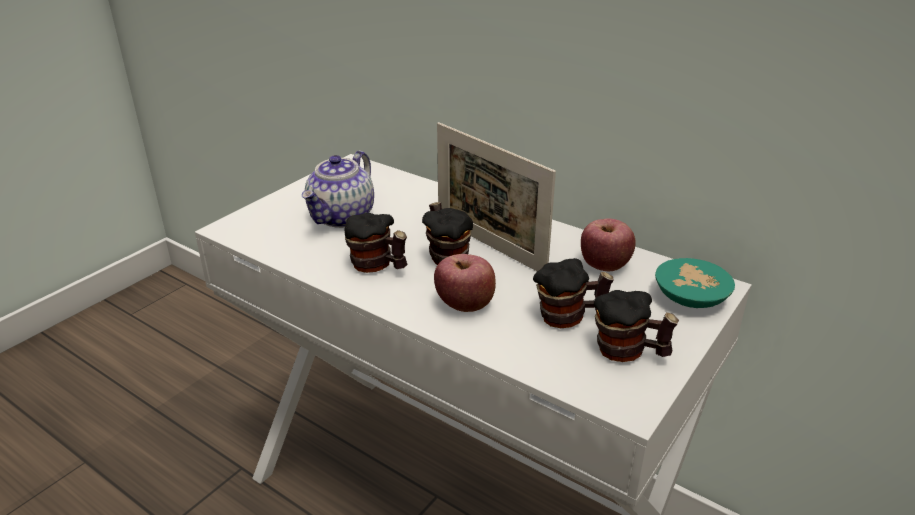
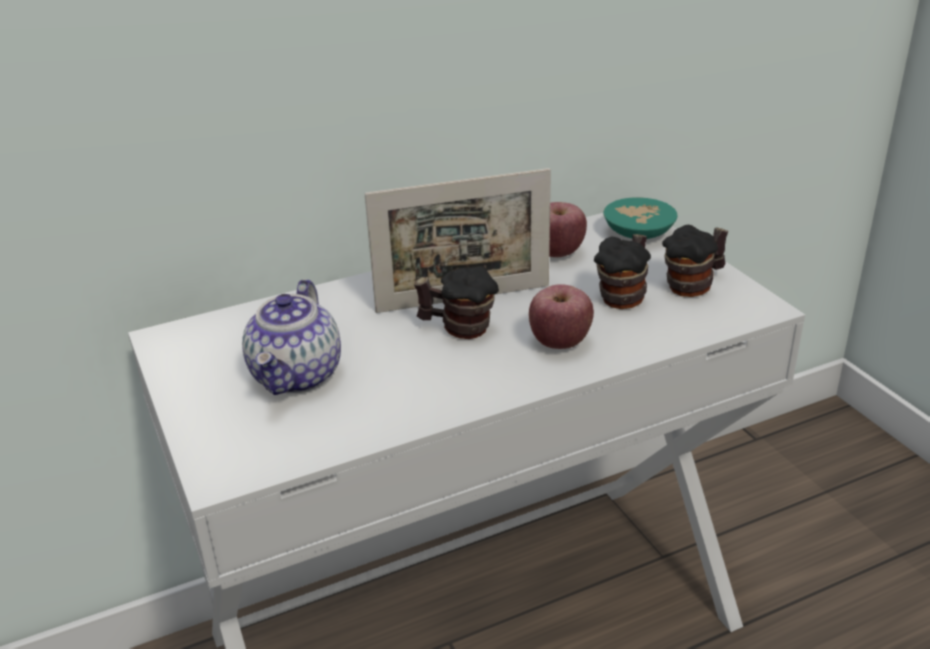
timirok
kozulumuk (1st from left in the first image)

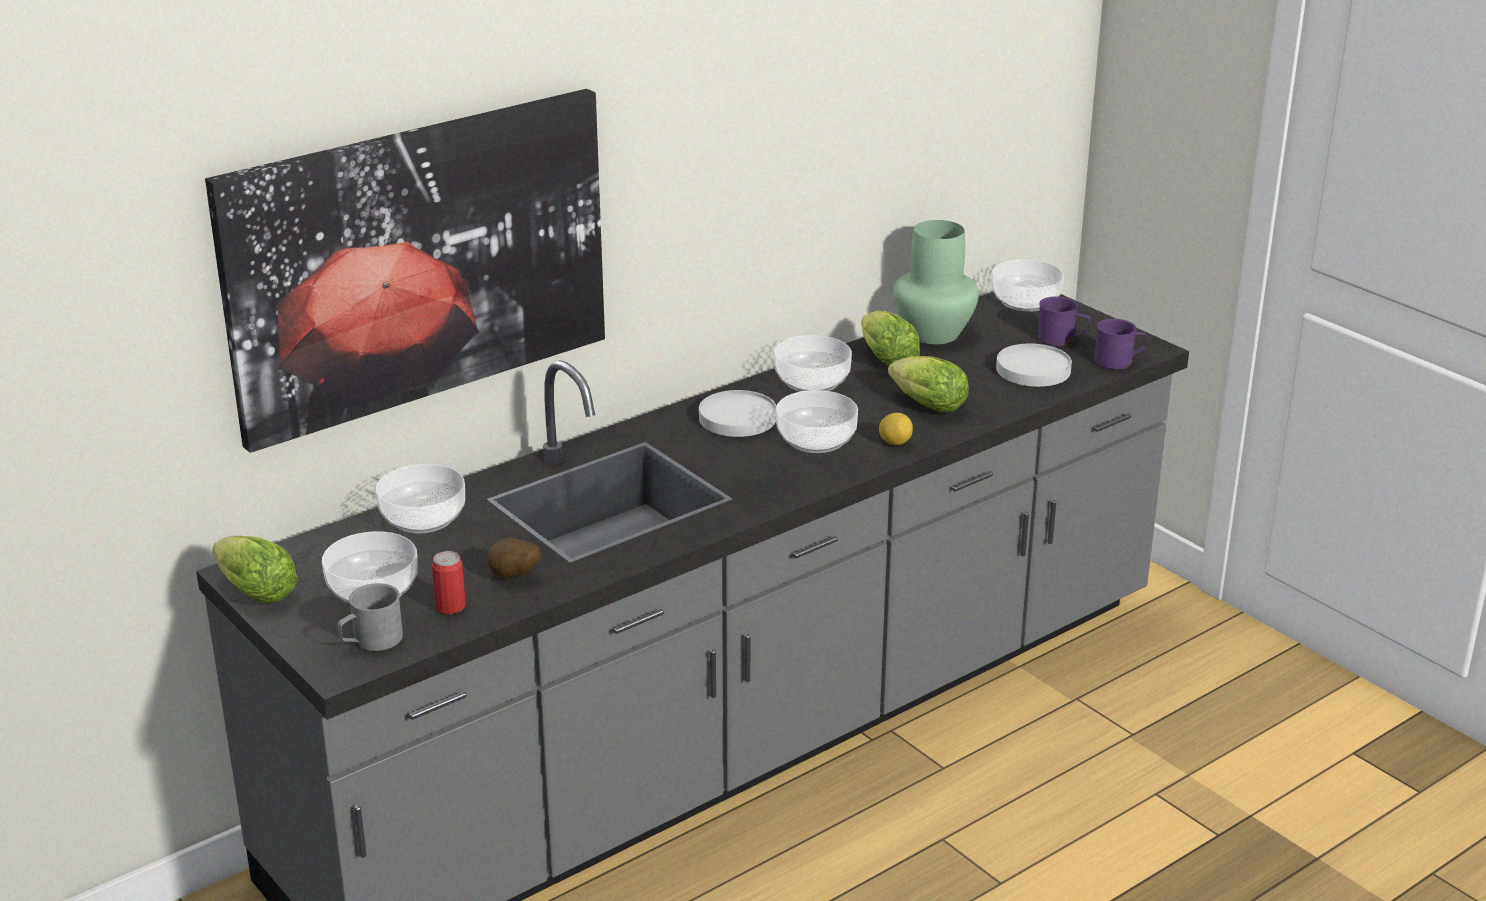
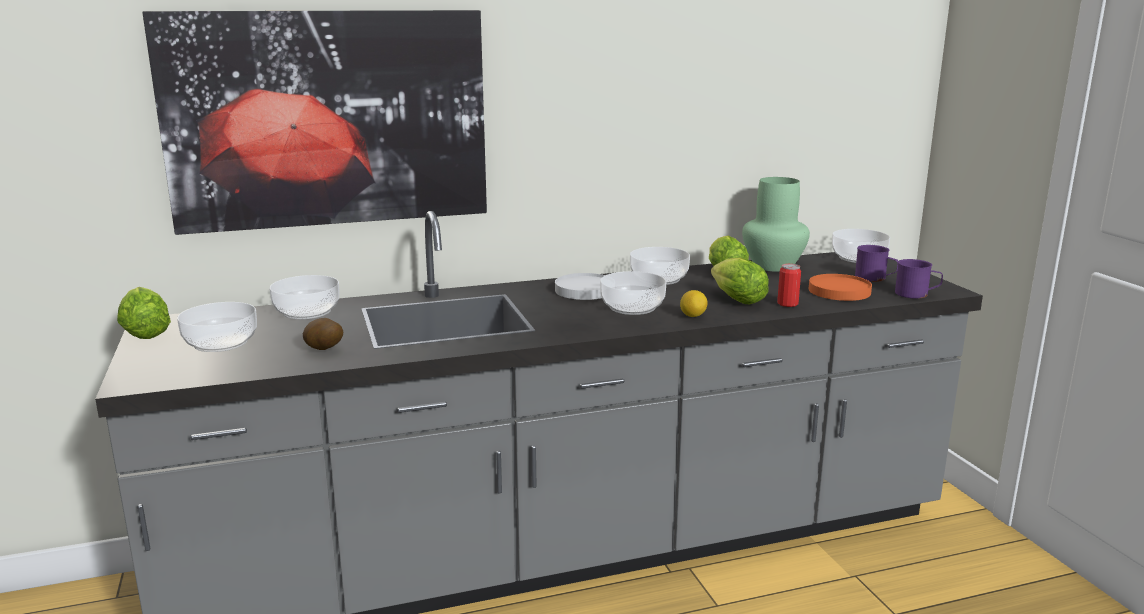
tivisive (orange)
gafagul
kozulumuk (grey)

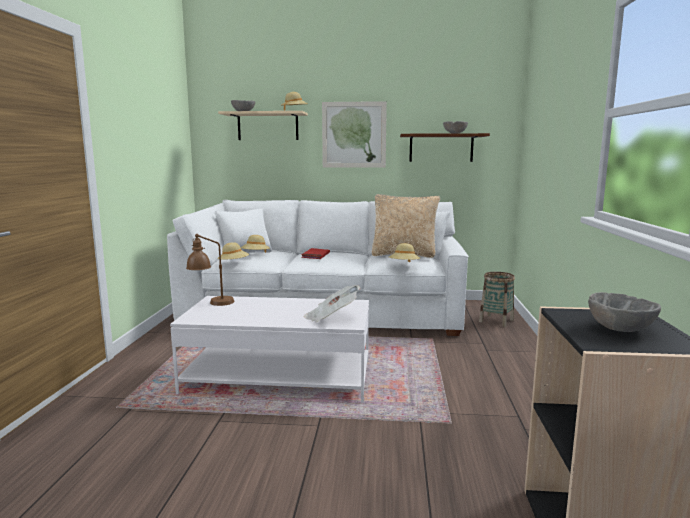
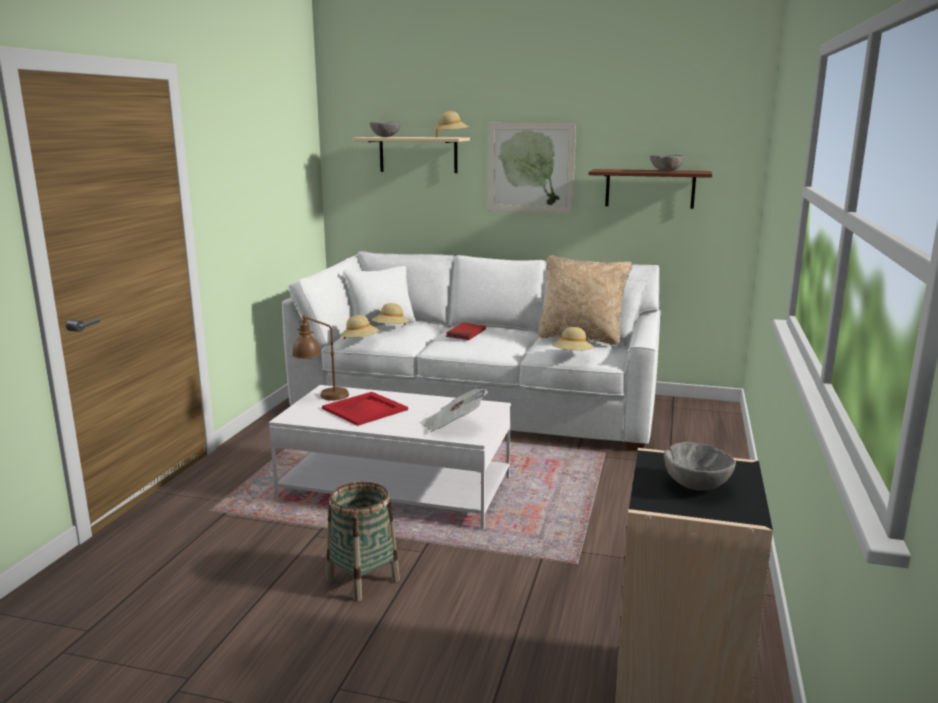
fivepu
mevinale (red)

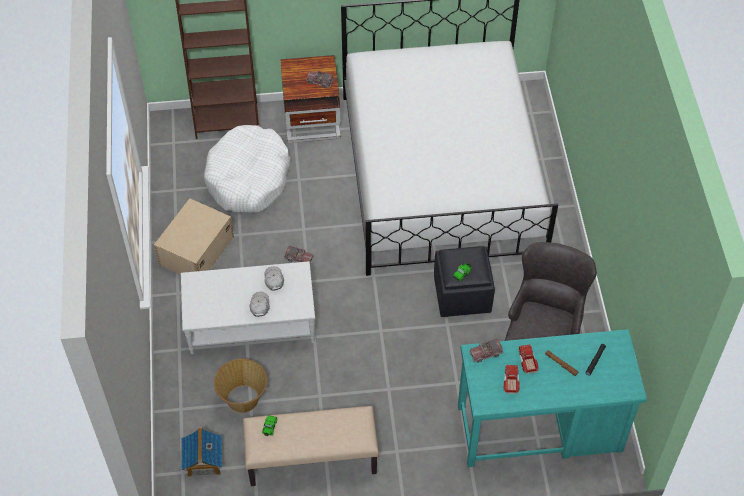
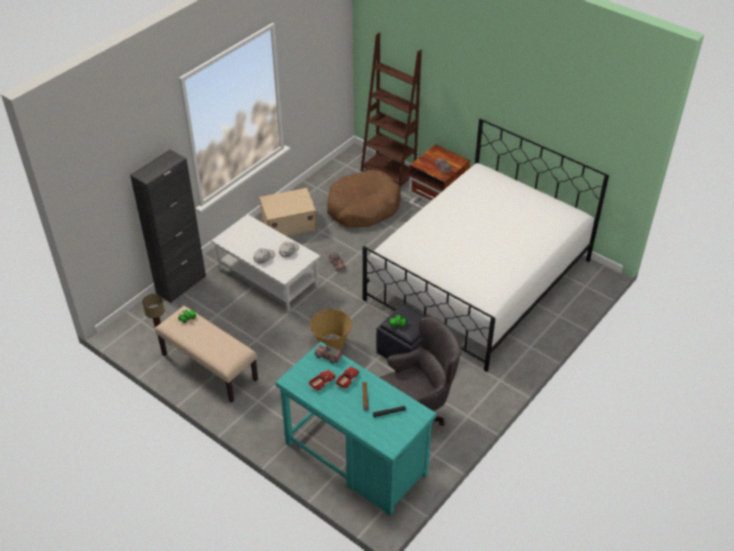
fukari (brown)
fivepu
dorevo
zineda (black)

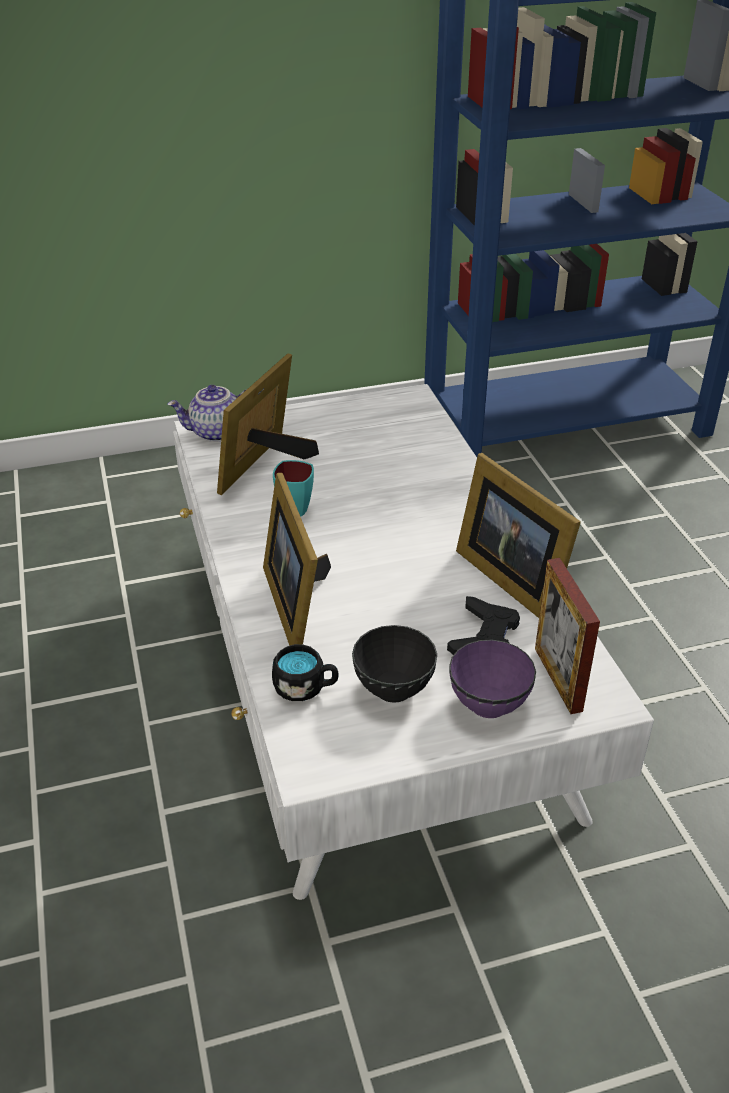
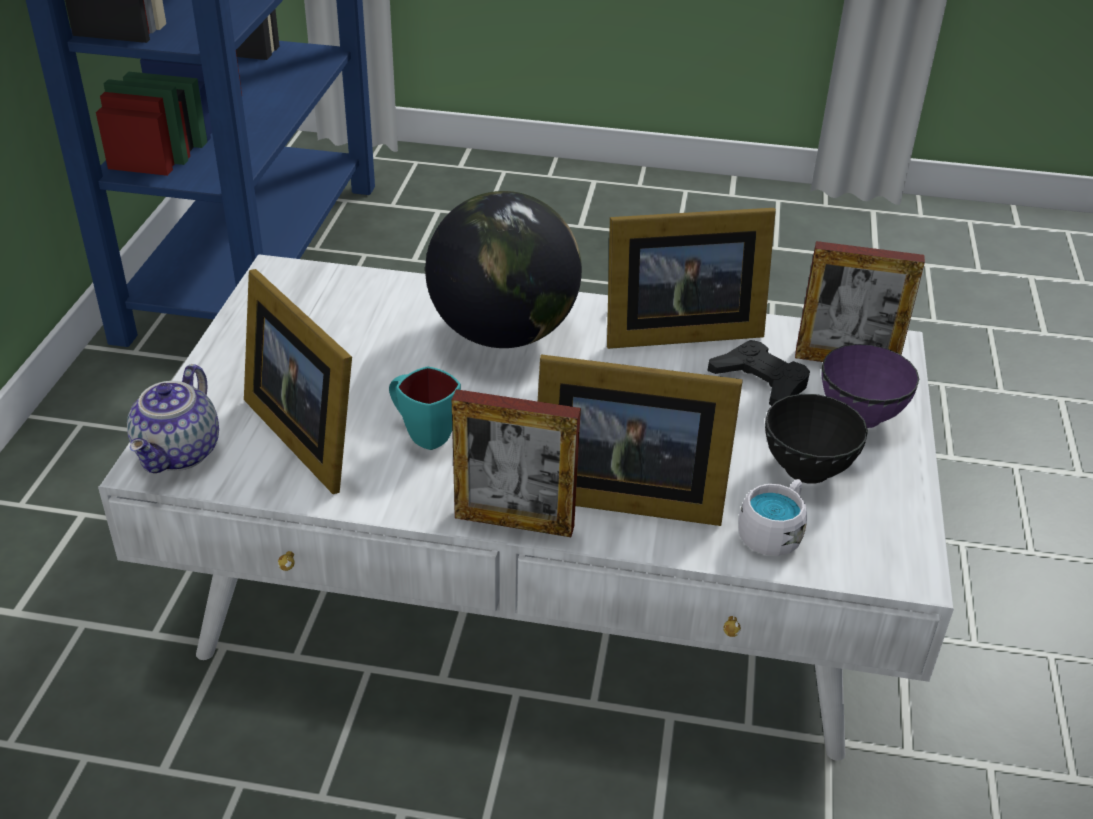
kozulumuk (white)
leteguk
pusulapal (2nd from left)

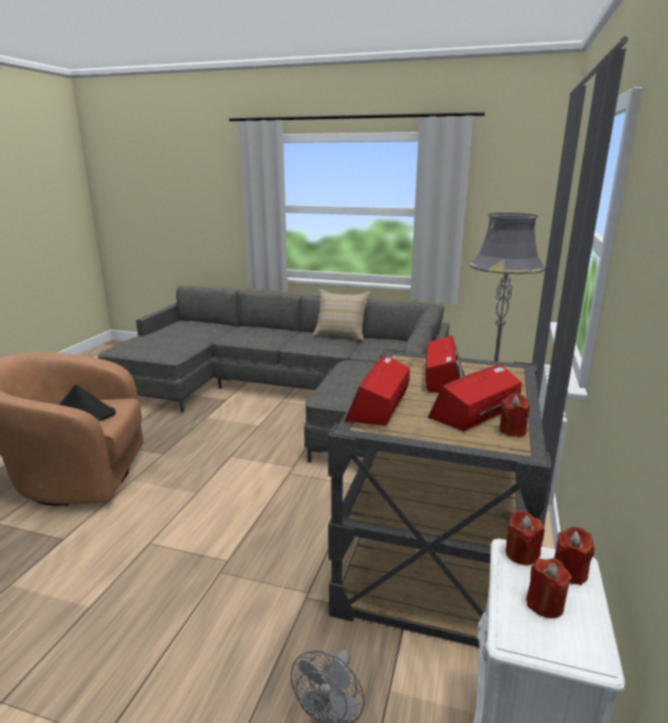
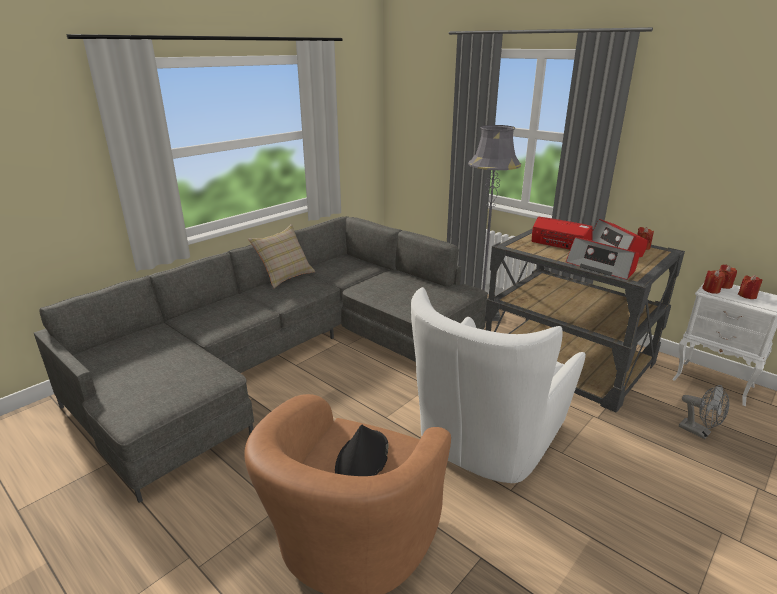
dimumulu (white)

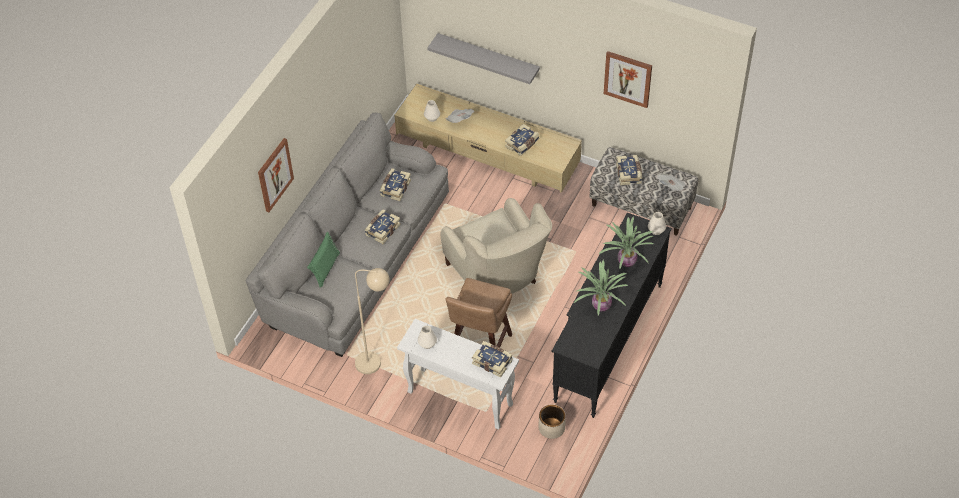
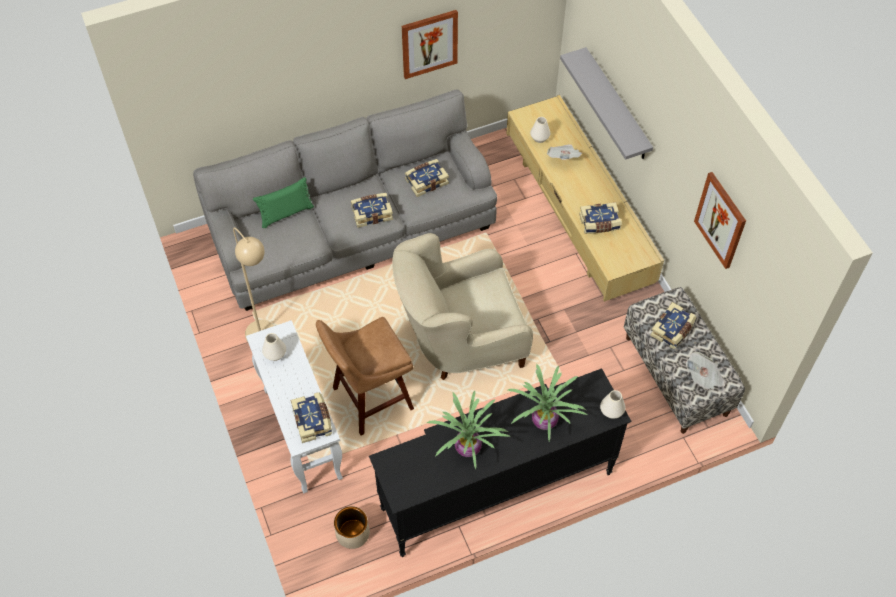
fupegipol (1st from left)
dimumulu (beige)

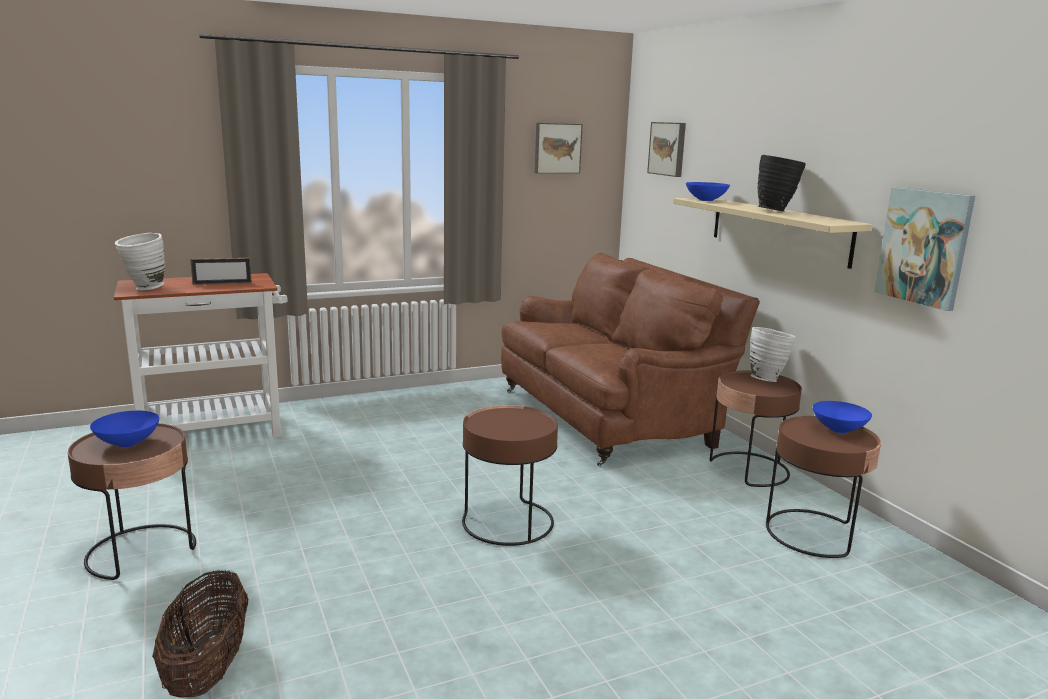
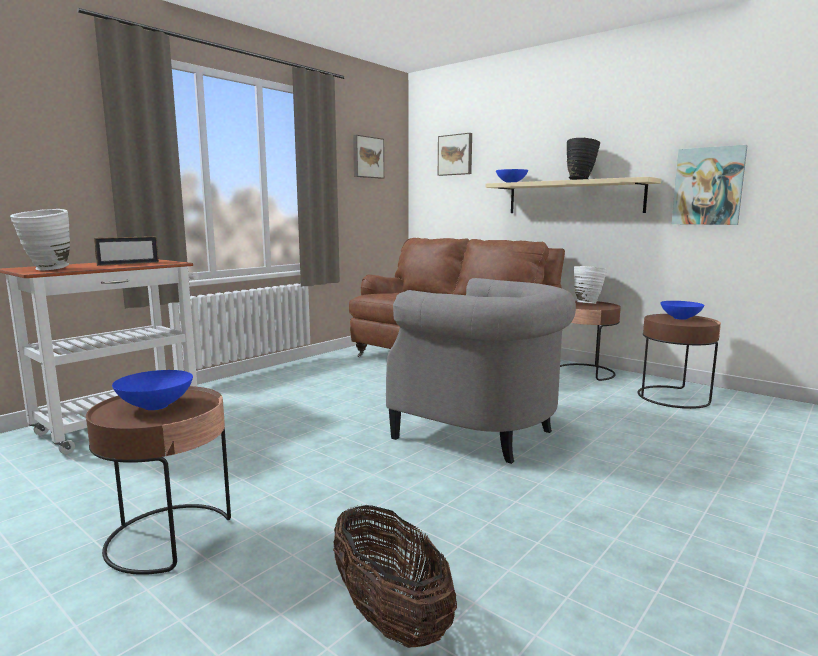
dimumulu (grey)

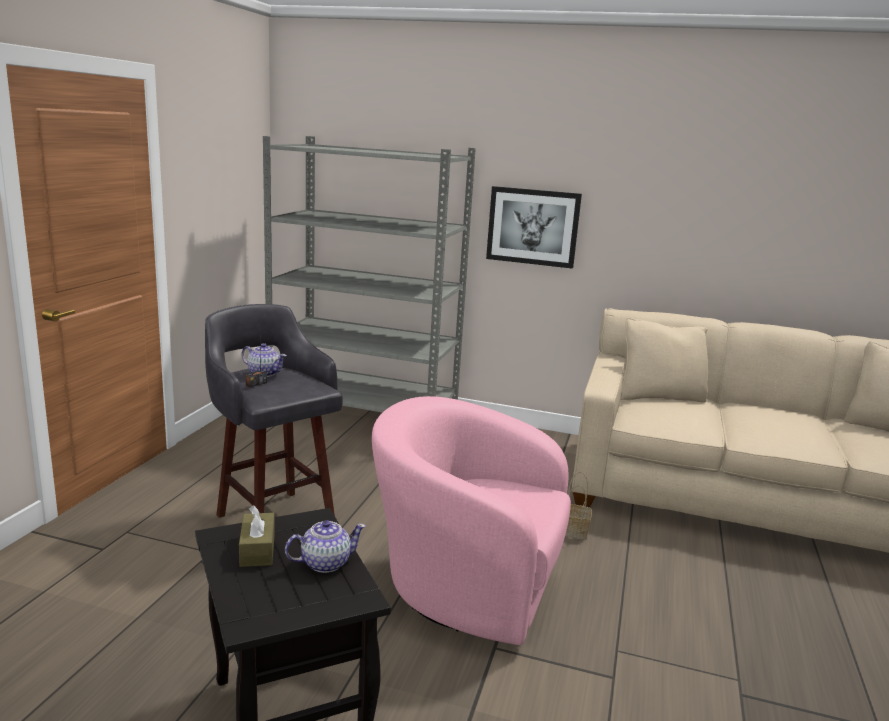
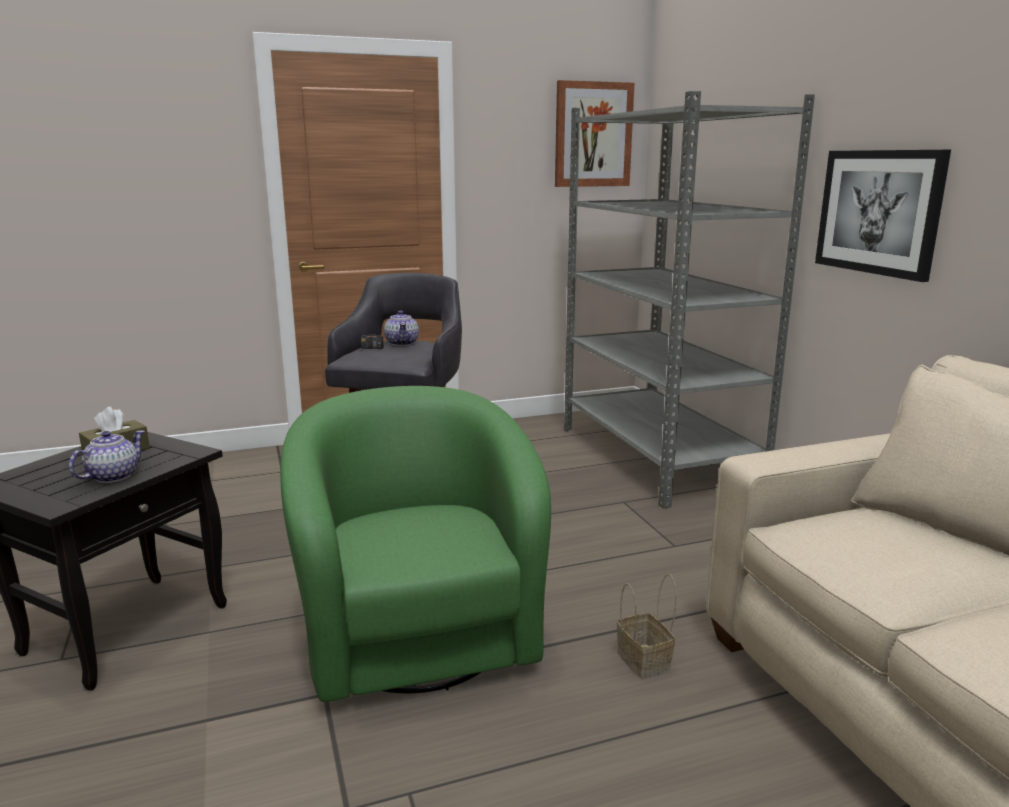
dimumulu (green)
timirok (1st from left)
fupegipol (1st from left)

